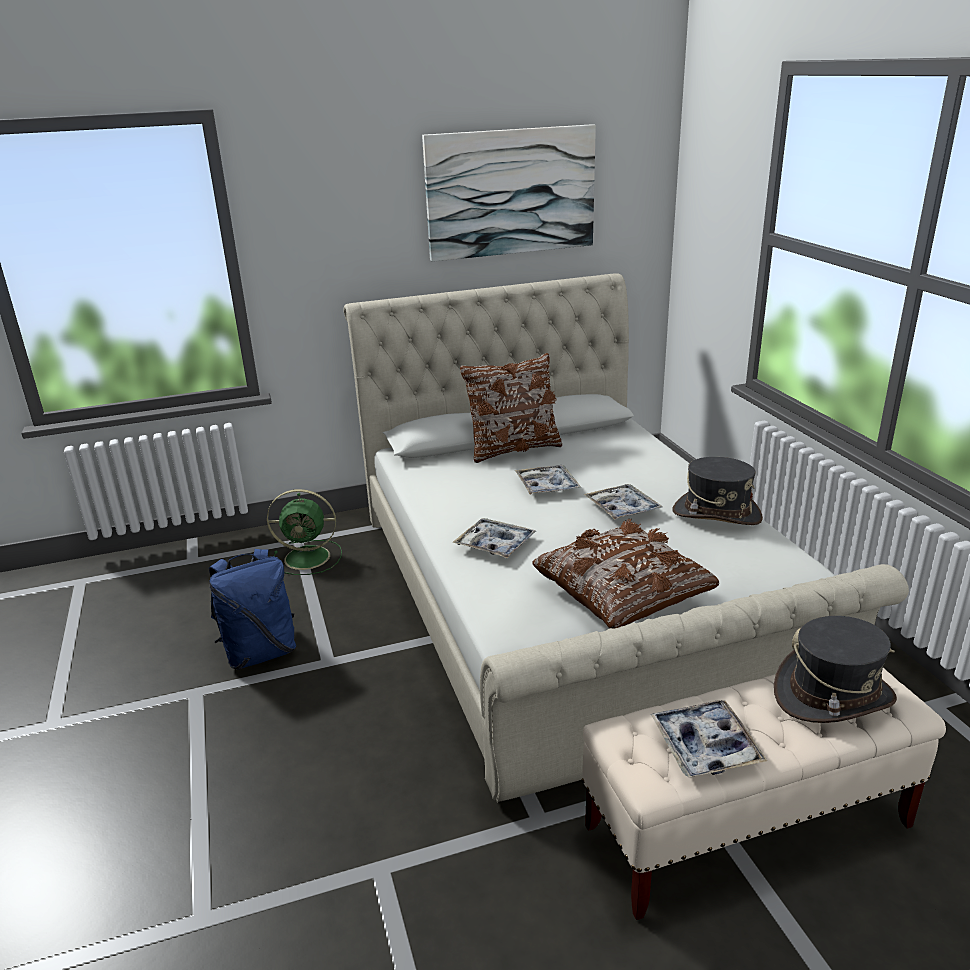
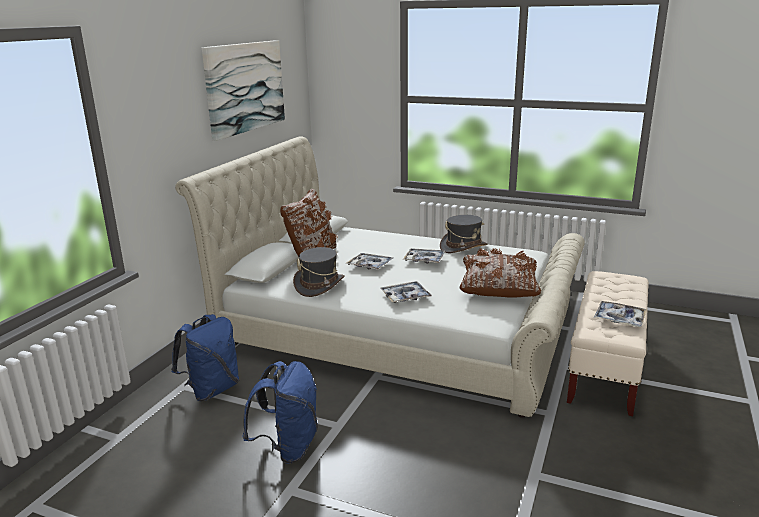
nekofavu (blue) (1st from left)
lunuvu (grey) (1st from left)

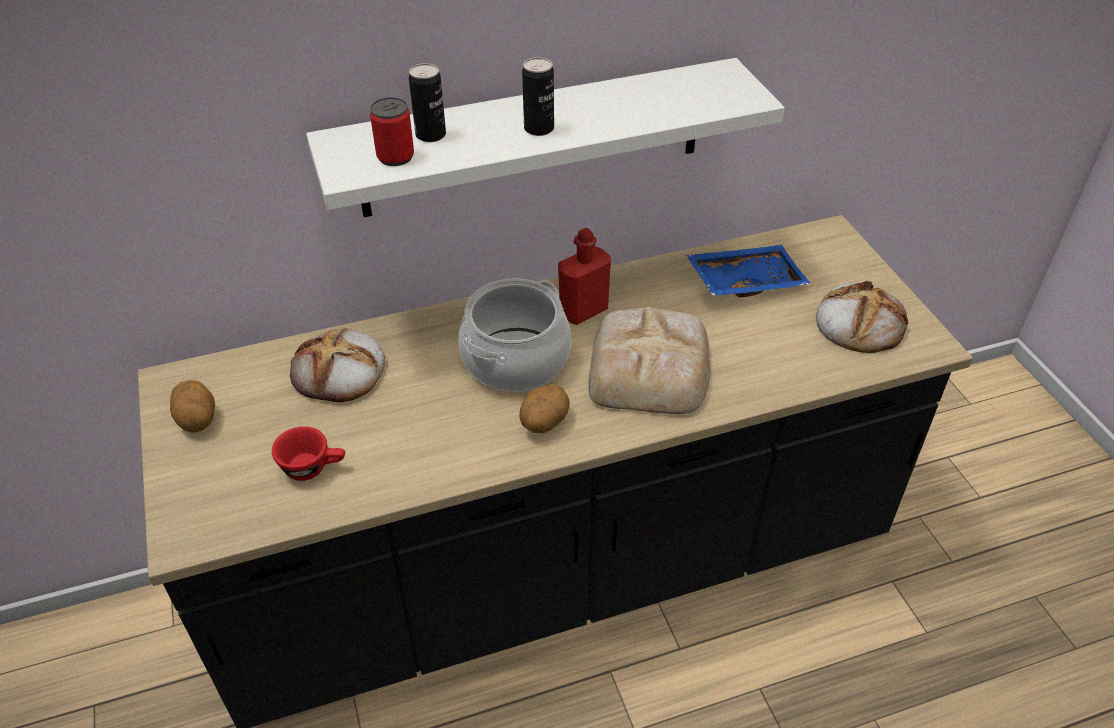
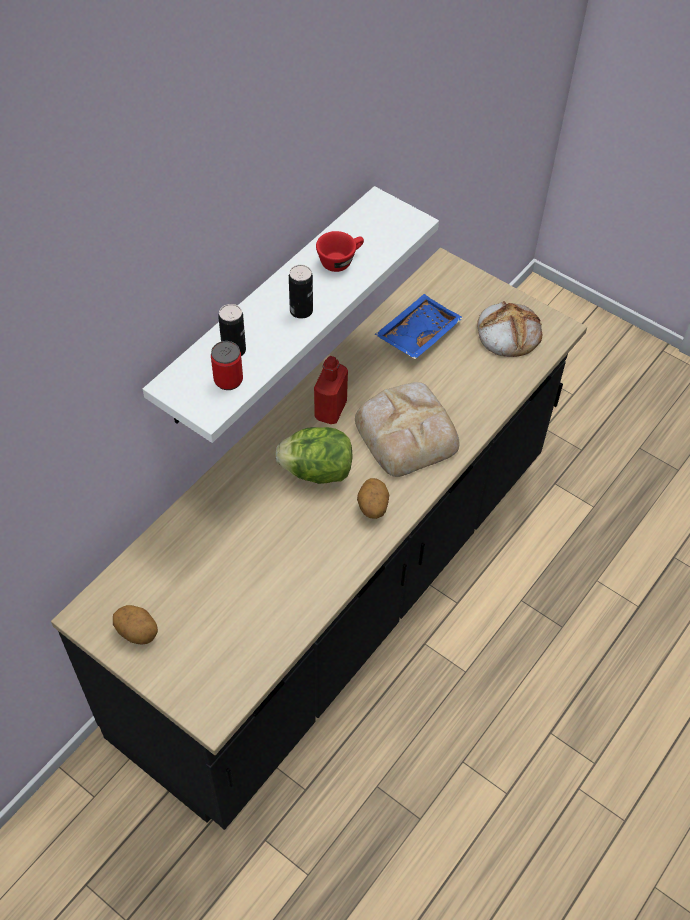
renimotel
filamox (1st from left in the first image)
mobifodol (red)

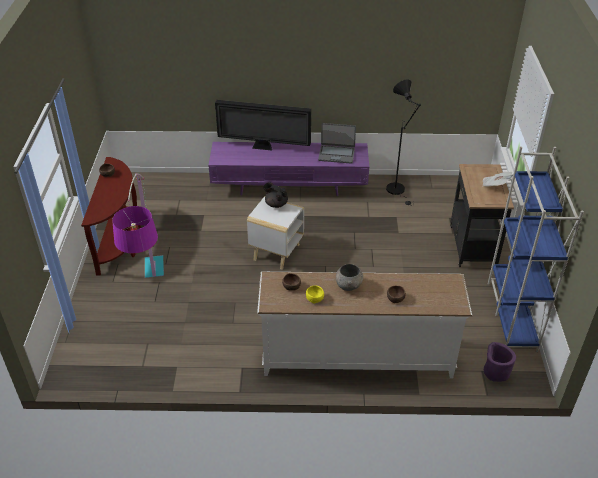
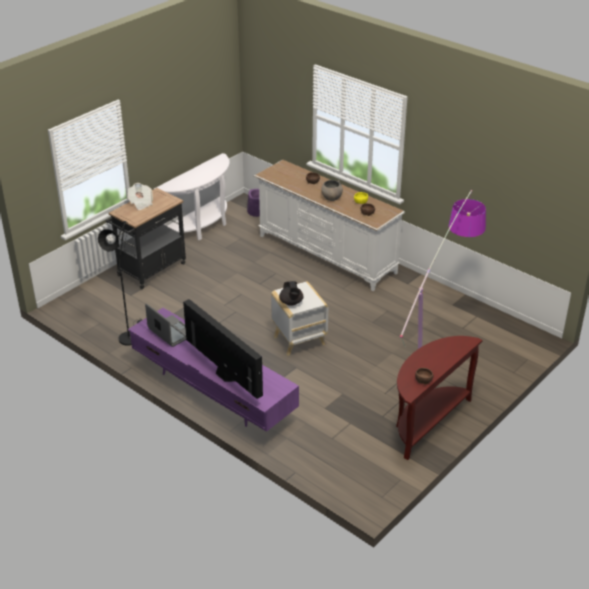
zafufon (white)

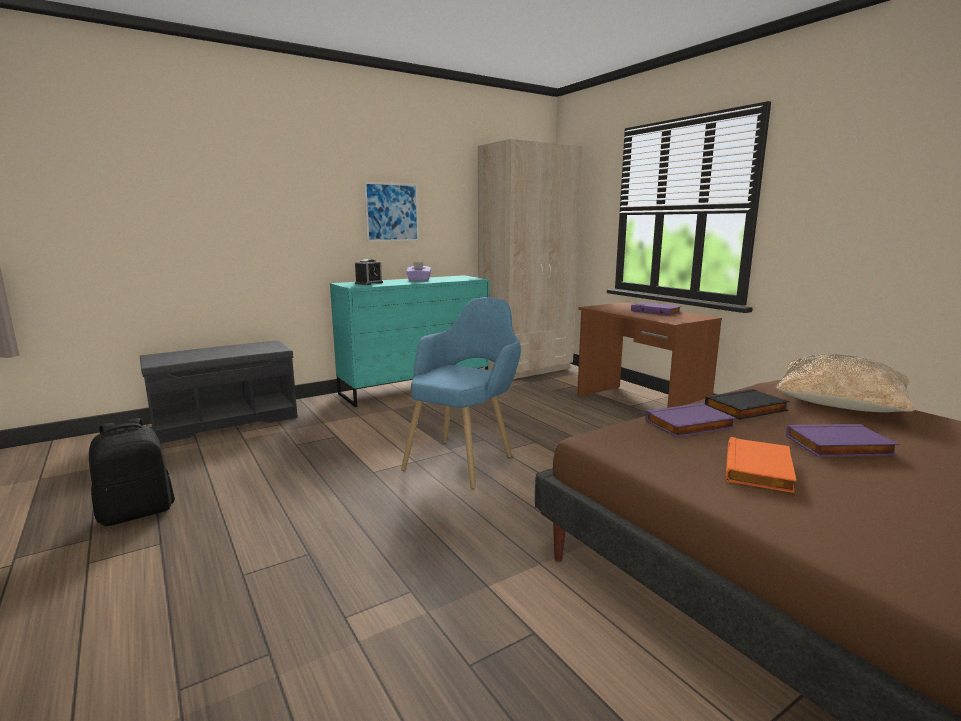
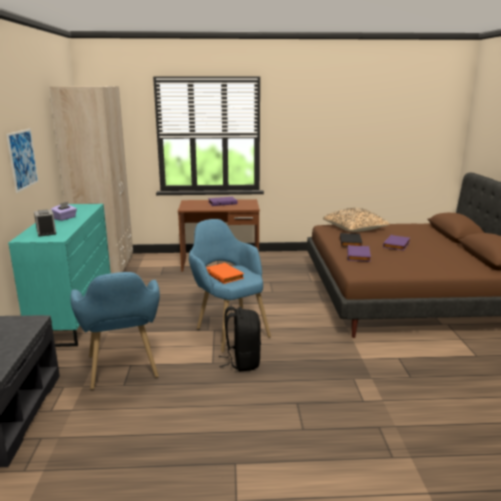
nekofavu (black)
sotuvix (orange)
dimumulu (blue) (1st from left)

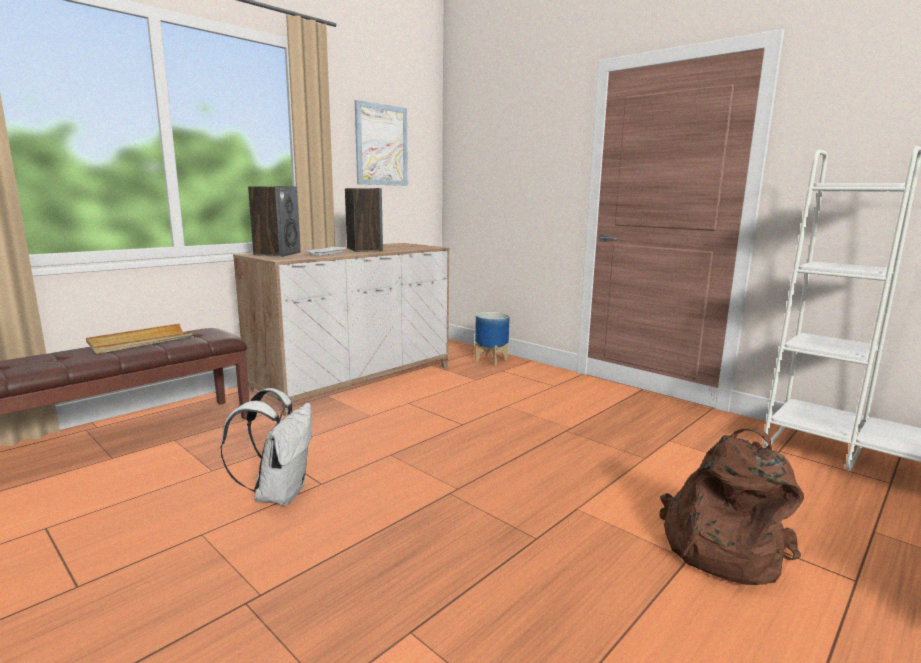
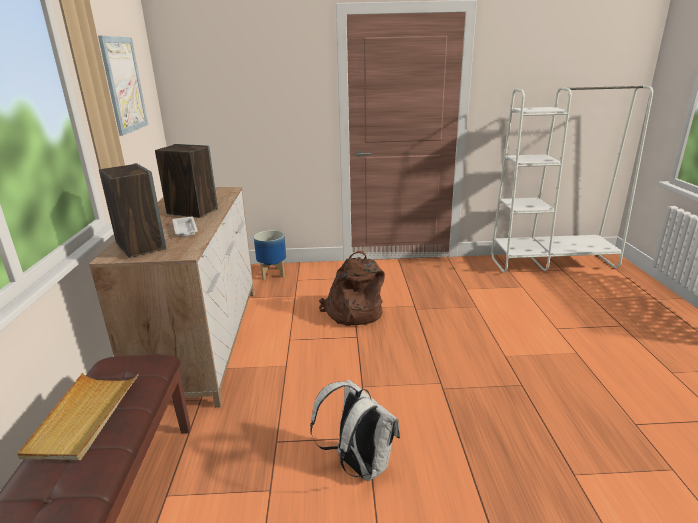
nekofavu (brown)

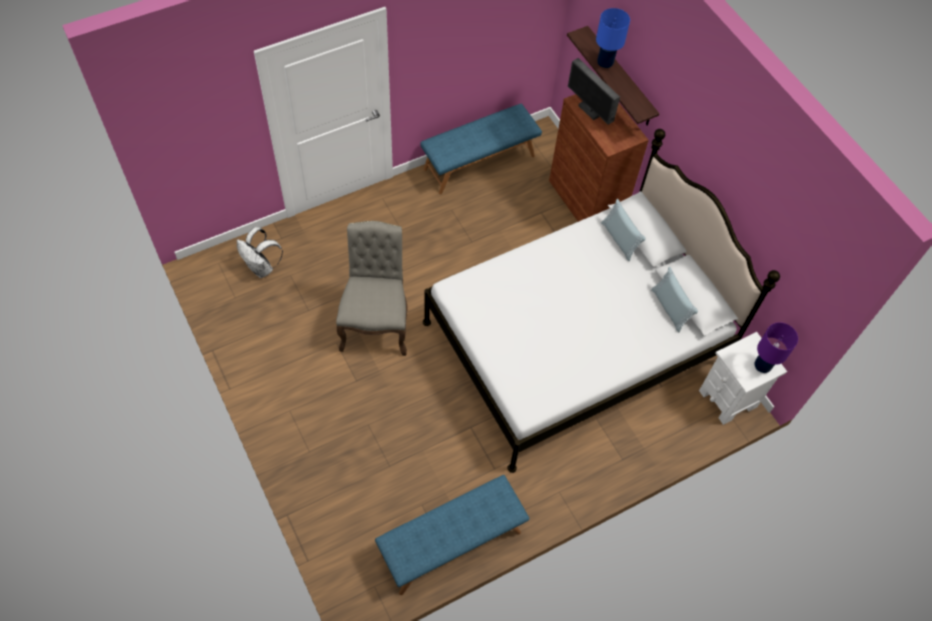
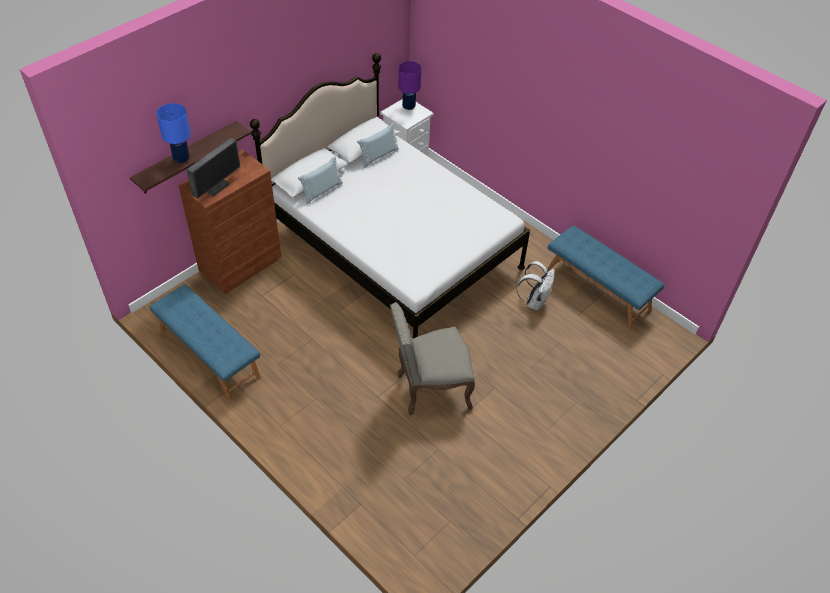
nekofavu (white)

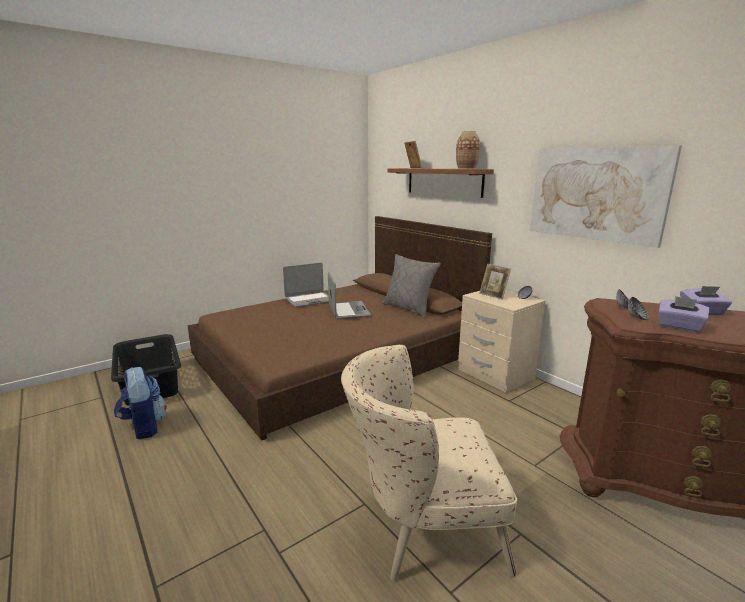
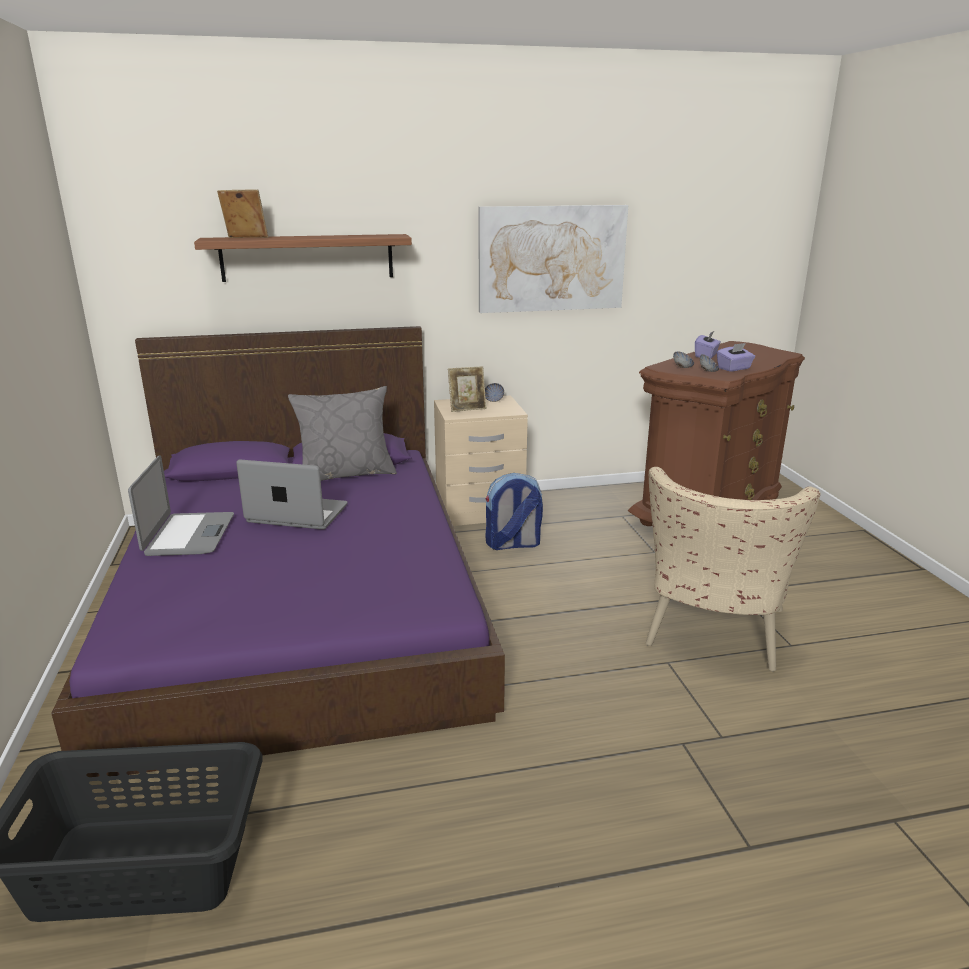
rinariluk
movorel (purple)
nekofavu

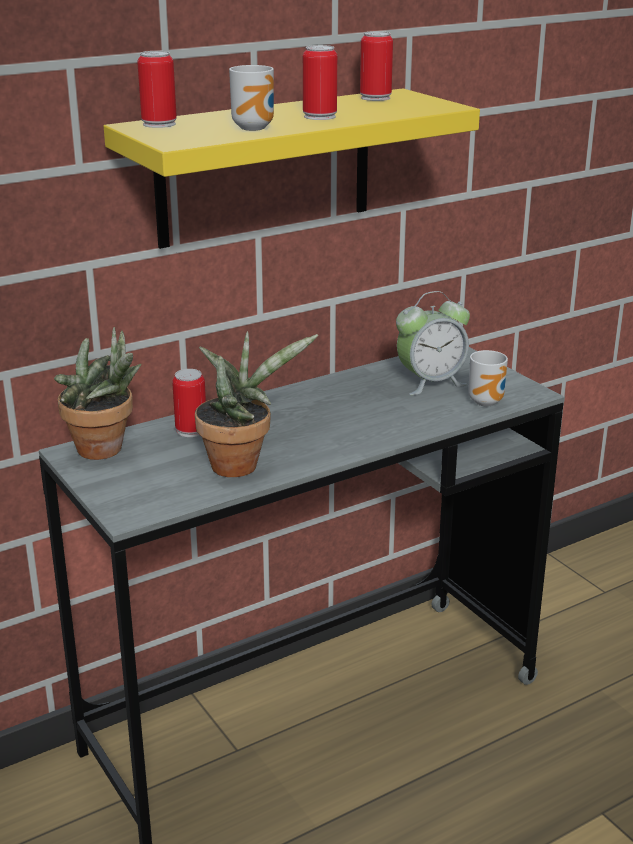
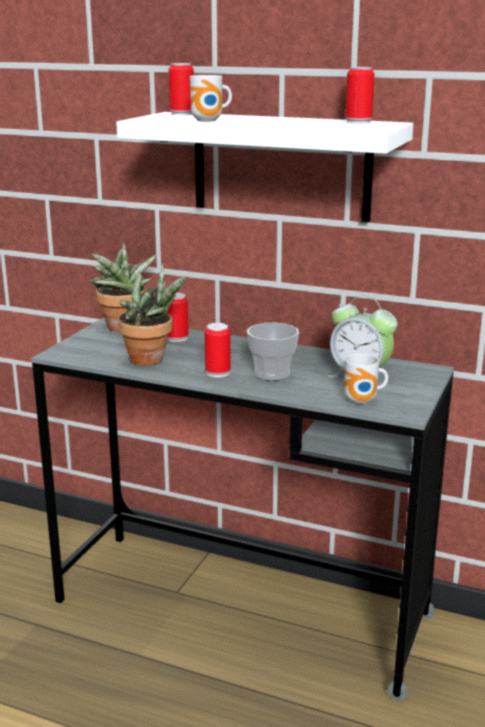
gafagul (3rd from left)
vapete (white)
mobifodol

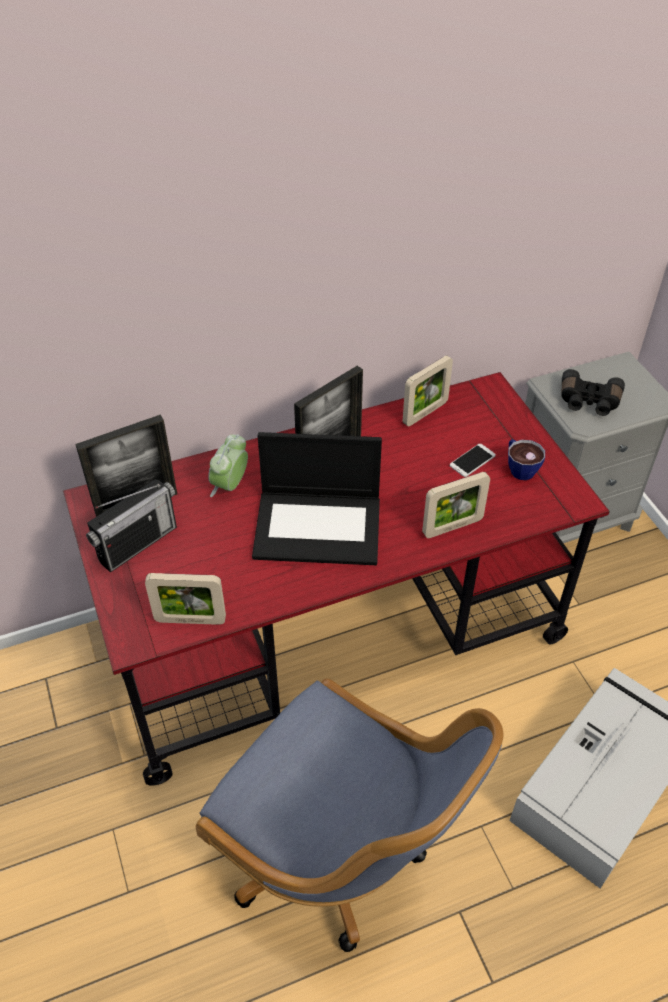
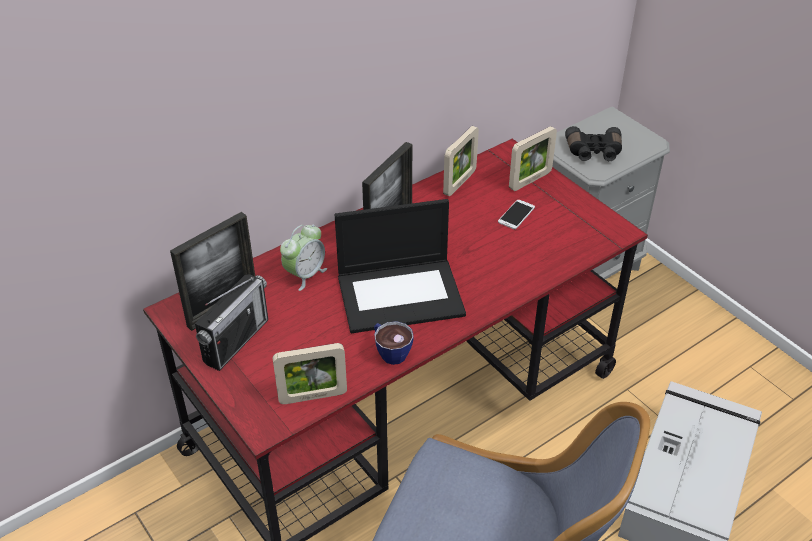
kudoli
mobifodol
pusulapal (5th from left)

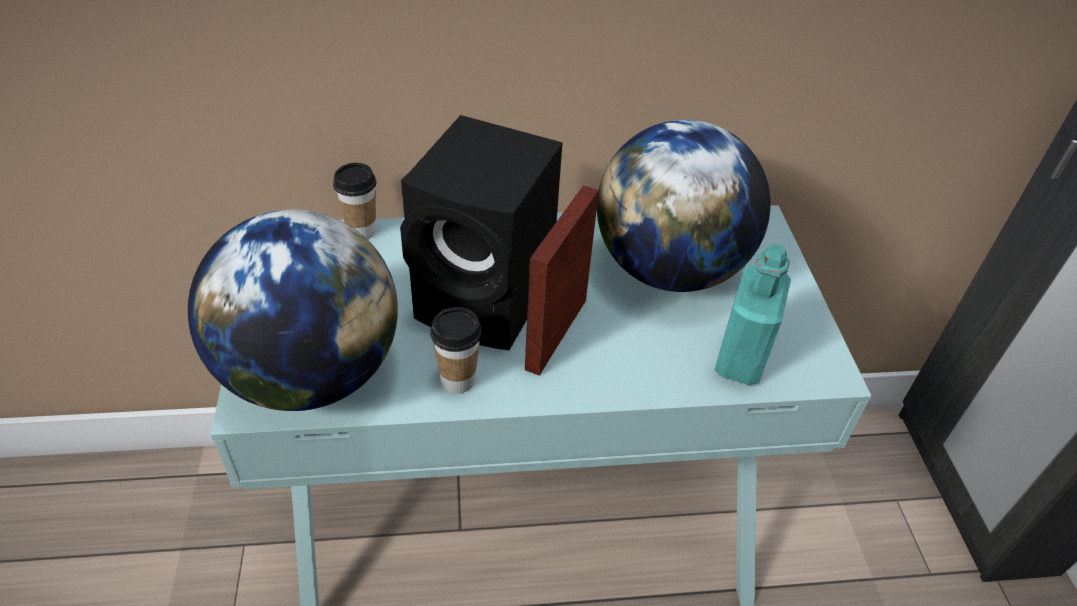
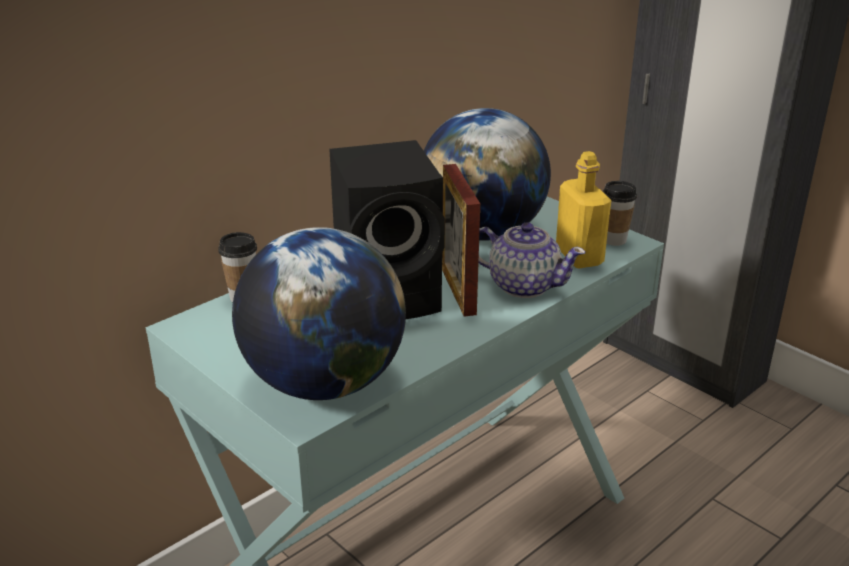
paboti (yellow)
mobifodol (2nd from left)
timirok

